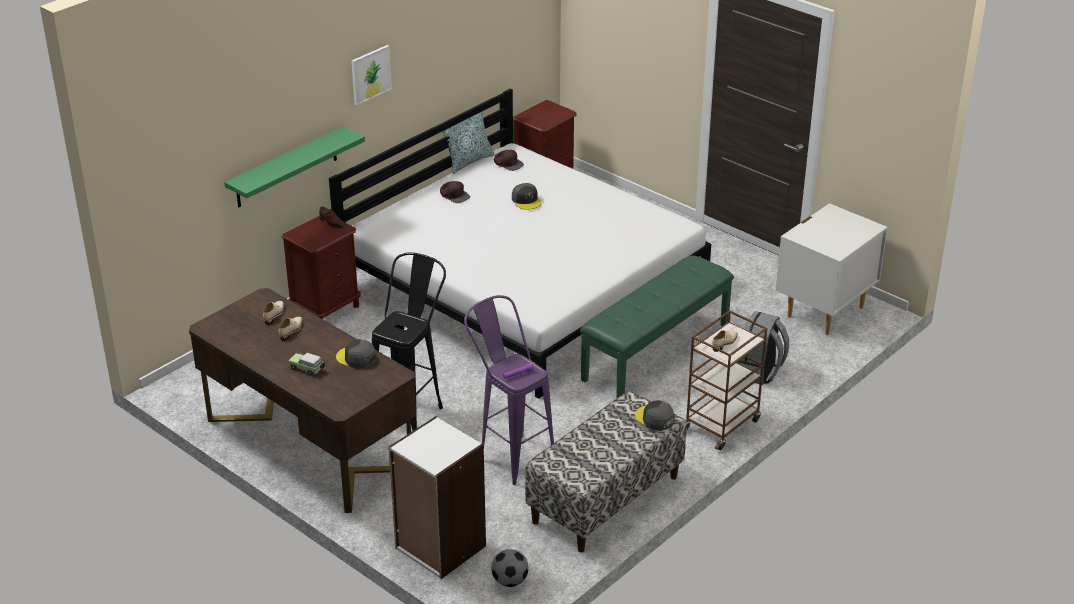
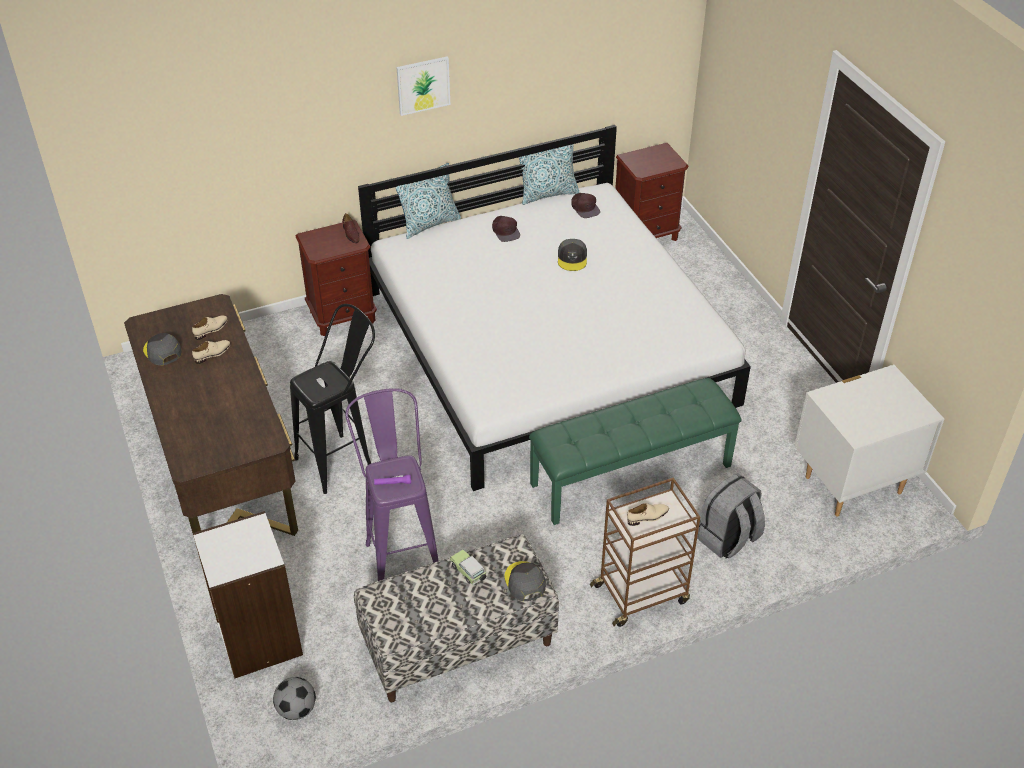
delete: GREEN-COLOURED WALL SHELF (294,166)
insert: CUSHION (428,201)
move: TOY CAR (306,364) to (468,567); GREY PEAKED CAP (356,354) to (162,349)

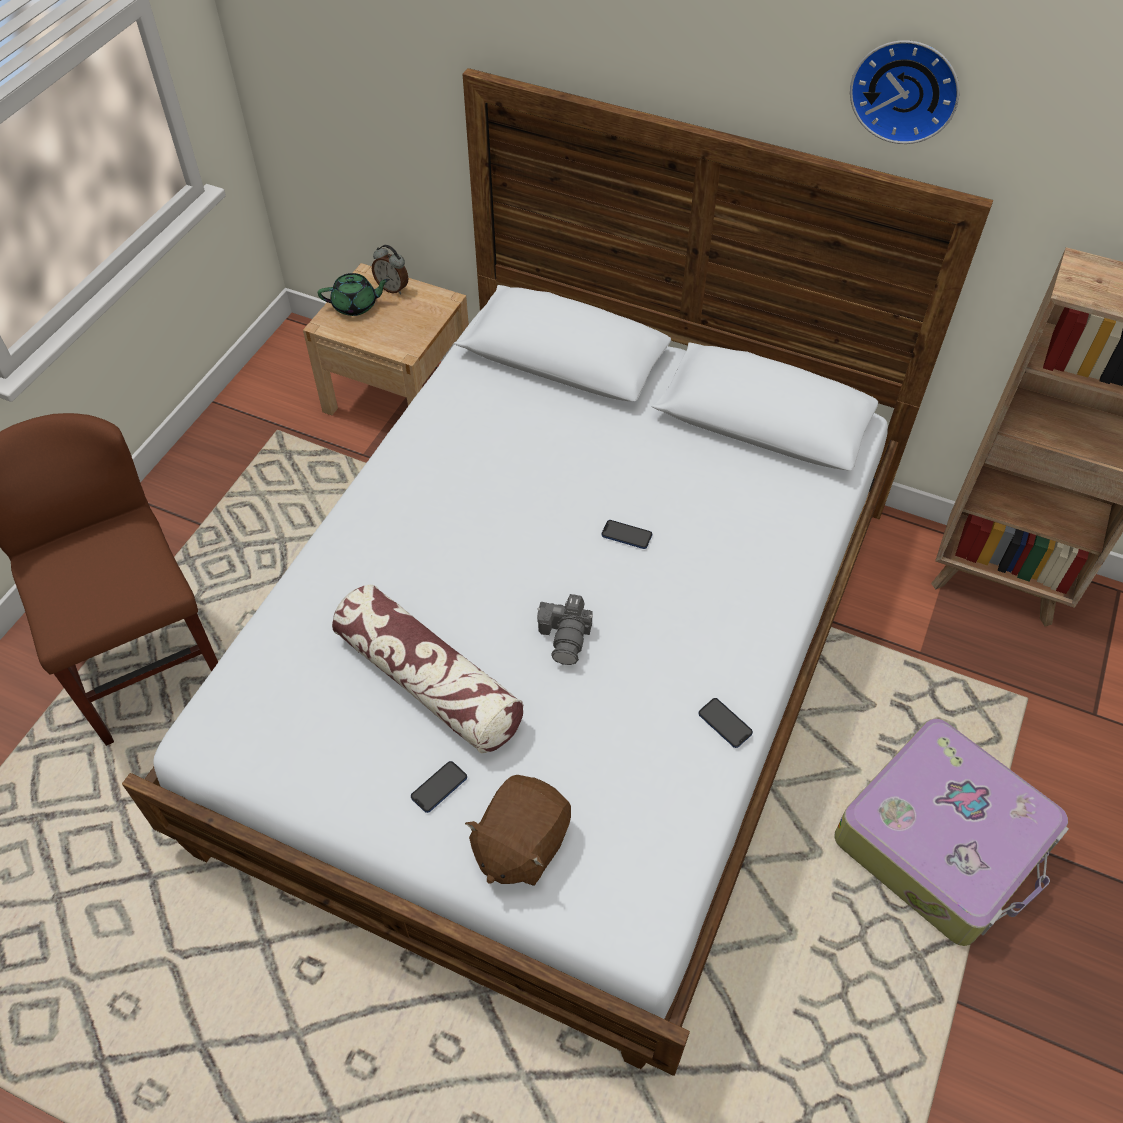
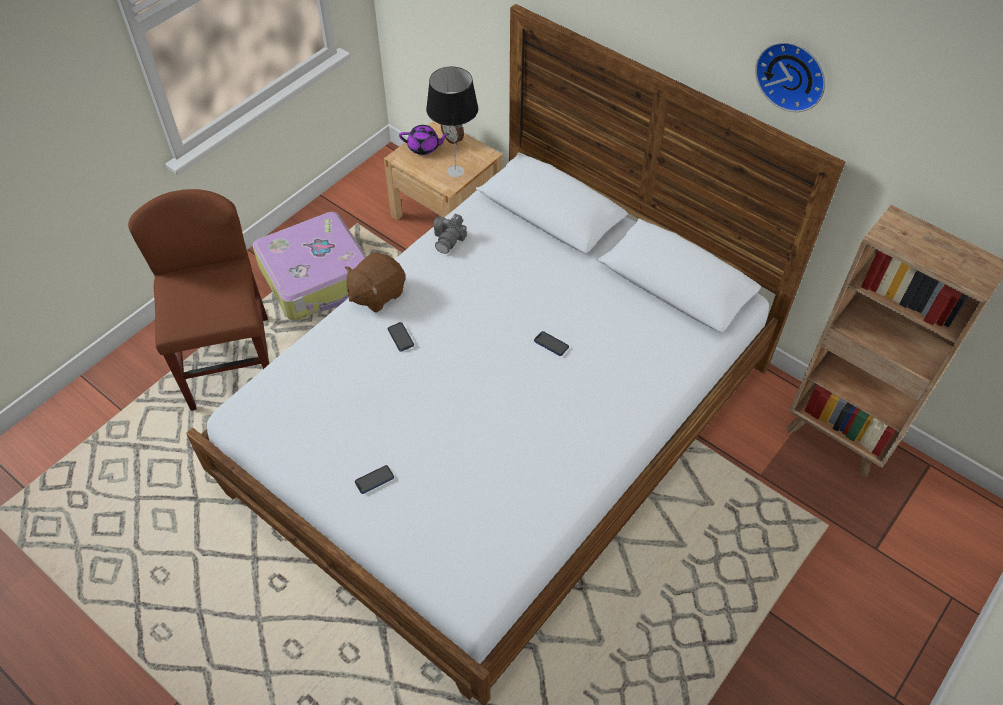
delete: CUSHION (427,668)
insert: TABLETOP LAMP (452,122)
move: BROWN PLUSH TOY (518,830) to (375,282); PHOTO CAMERA (565,629) to (450,234); HANDSET (725,723) to (401,337); SUITCASE (951,832) to (309,266)
recolor: GREEN-COLOURED TEAPOT (354,294) to PURPLE TEAPOT (424,140)

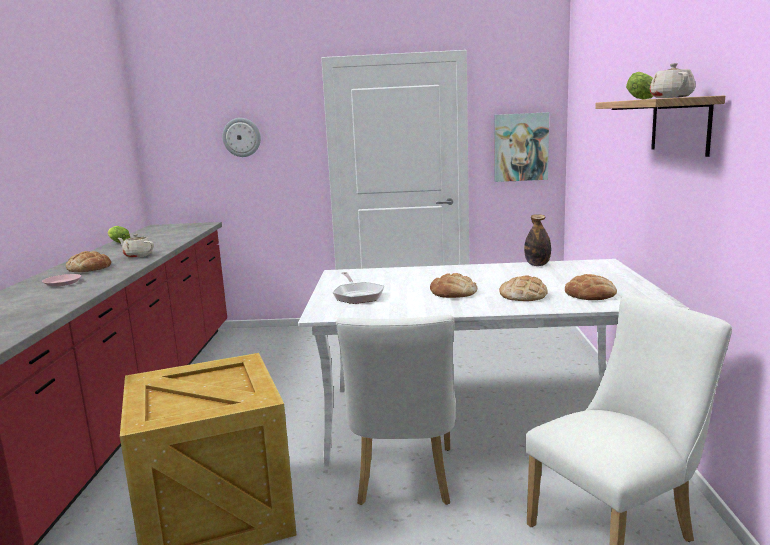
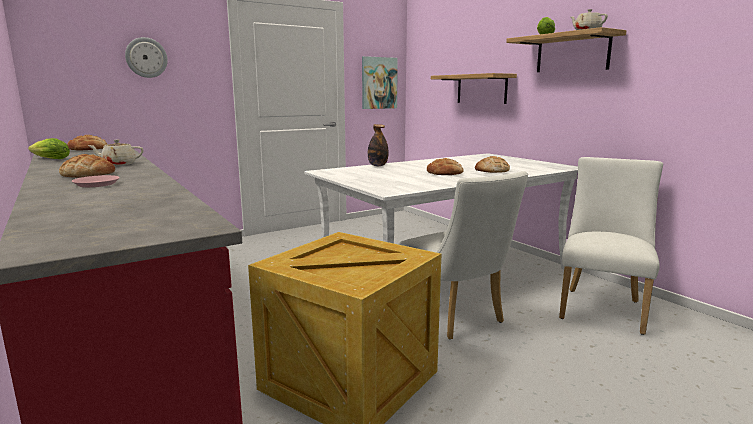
delete: SKILLET (358,288)
insert: WALL SHELF (474,88)
move: DRINK BOTTLE (537,240) to (378,145); BREAD (591,287) to (87,142)

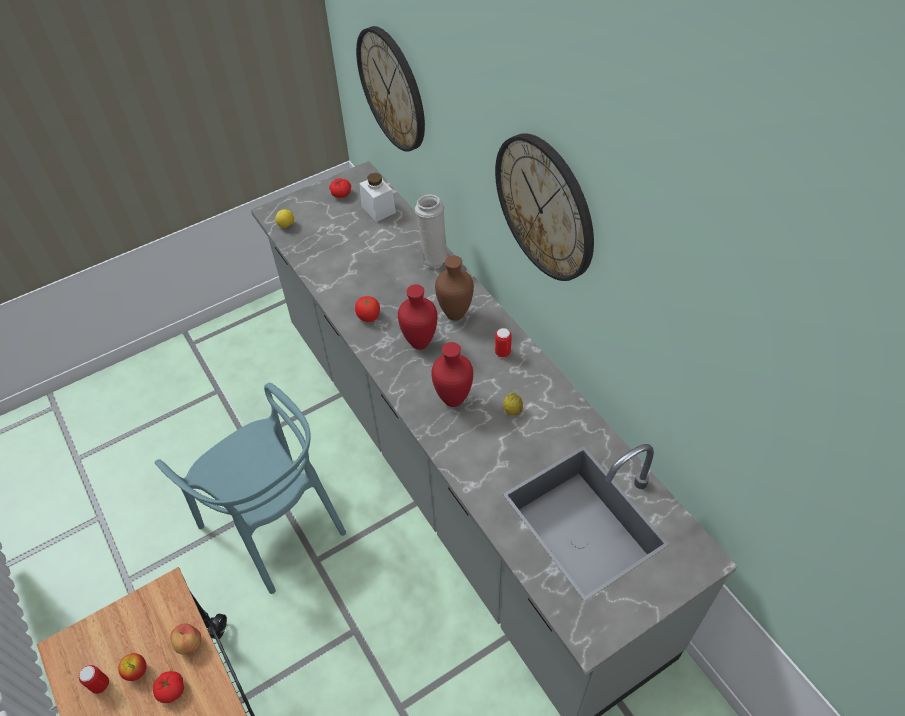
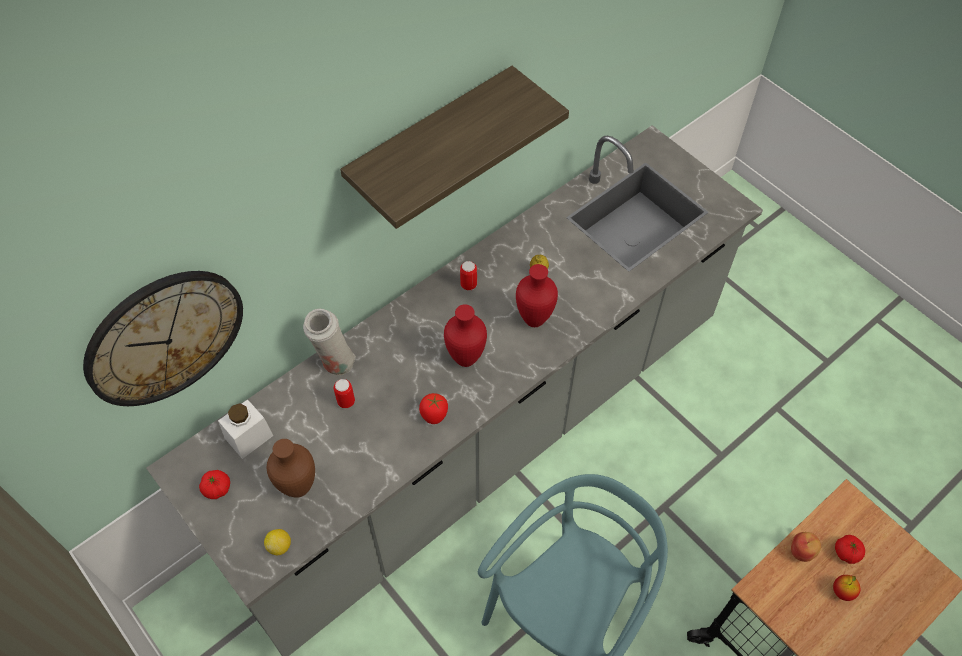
move: SEALED CAN (94,679) to (344,393); BROWN FLOWER VASE (454,288) to (291,468)
replace: CLOCK ON THE WALL (544,207) to WALL SHELF (454,147)

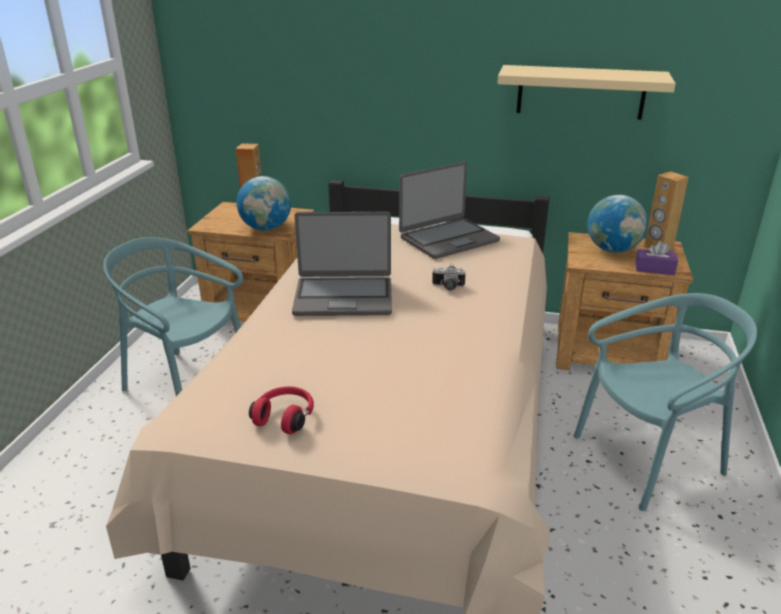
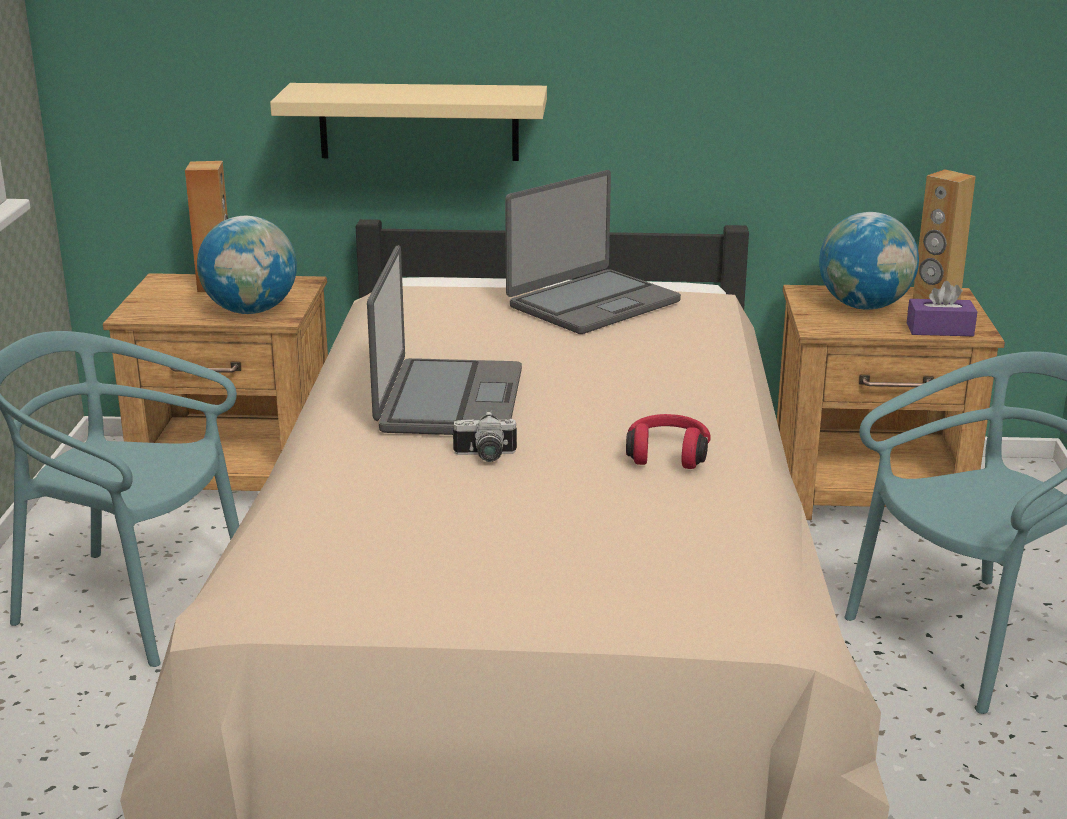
move: REDDISH PAIR OF HEADPHONES (281,410) to (668,441); PHOTO CAMERA (448,277) to (485,436); BEIGE-COLOURED WALL SHELF (586,92) to (408,122)
rotate: PORTABLE COMPUTER (342,264) = (444,340) 75 degrees counterclockwise

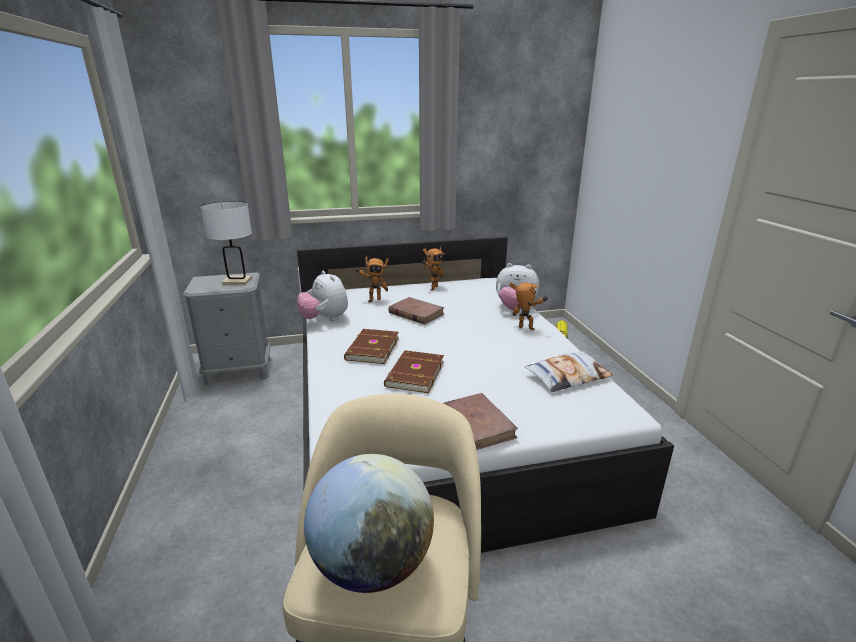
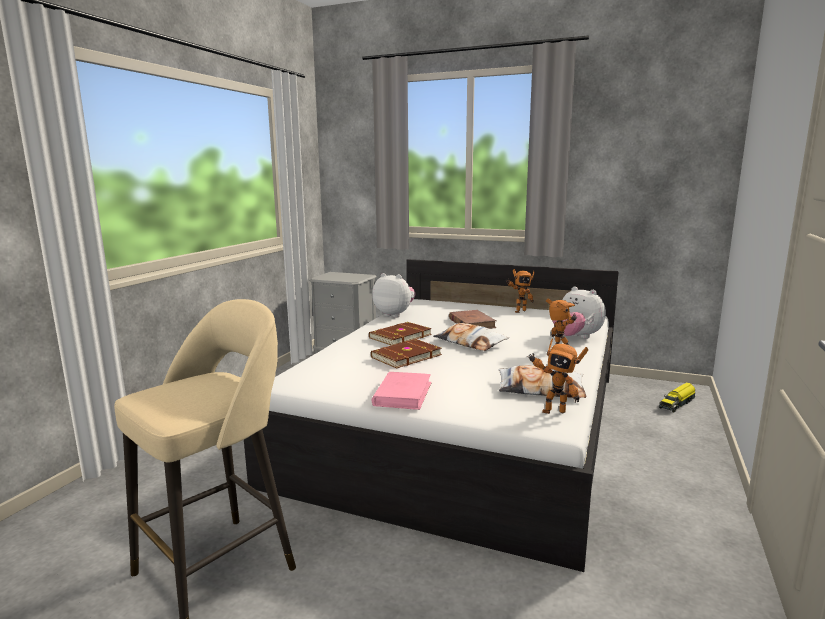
delete: WHITISH TABLETOP LAMP (226,243); WORLD GLOBE (369,523)
insert: CUSHION (471,337)
move: MODEL ROBOT (372,279) to (557,376)
recolor: BROWN BOOK (480,421) to PINKISH BOOK (402,391)
rotate: PLUSH TOY (322,296) = (393,295) 120 degrees clockwise

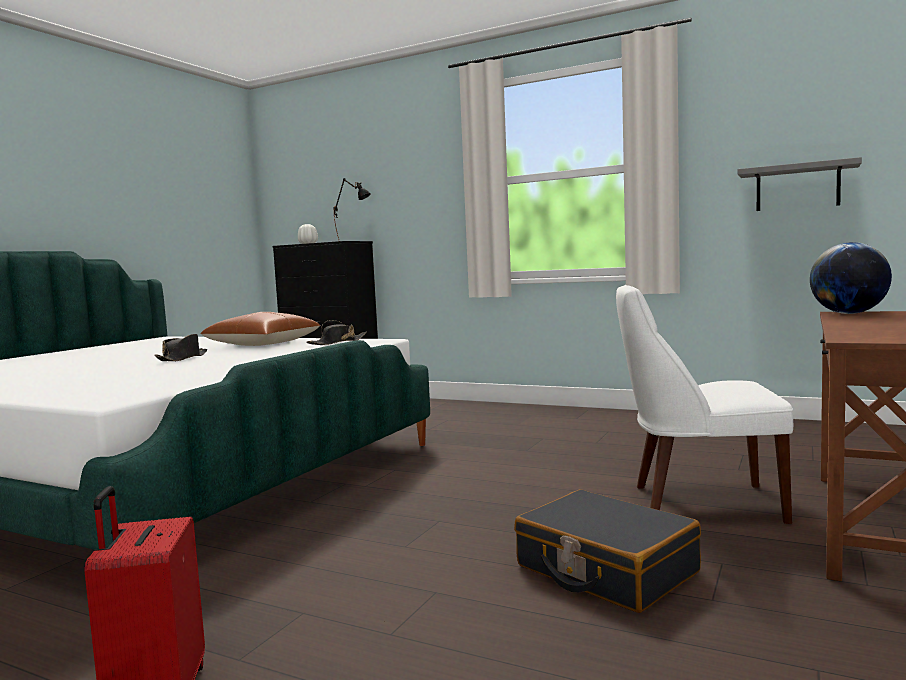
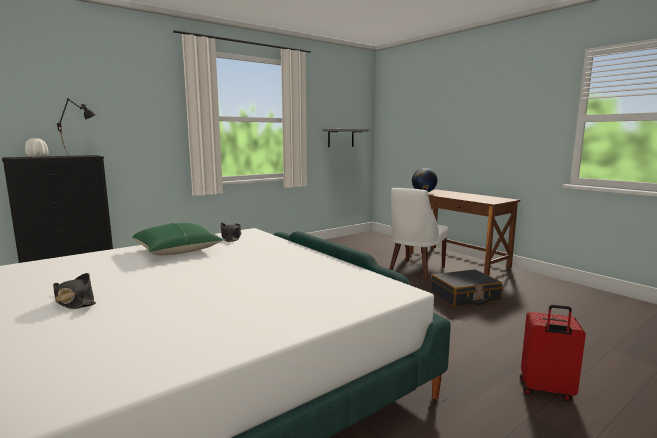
move: BLACKISH CLOTHING HAT (181,347) to (74,291)
recolor: BROWN CUSHION (260,329) to GREEN-COLOURED CUSHION (178,239)

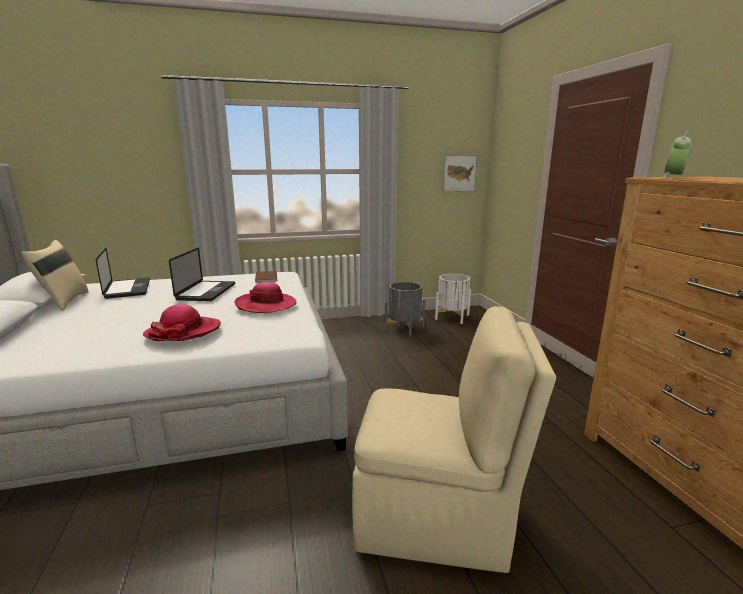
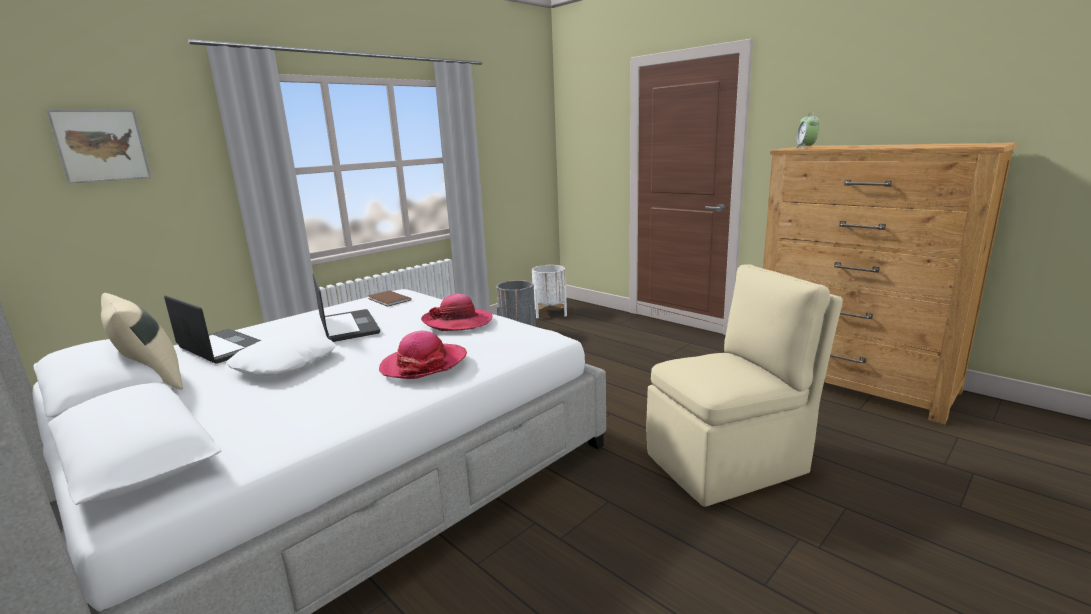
insert: WHITISH CUSHION (281,354)
move: WALL ART (460,173) to (99,146)

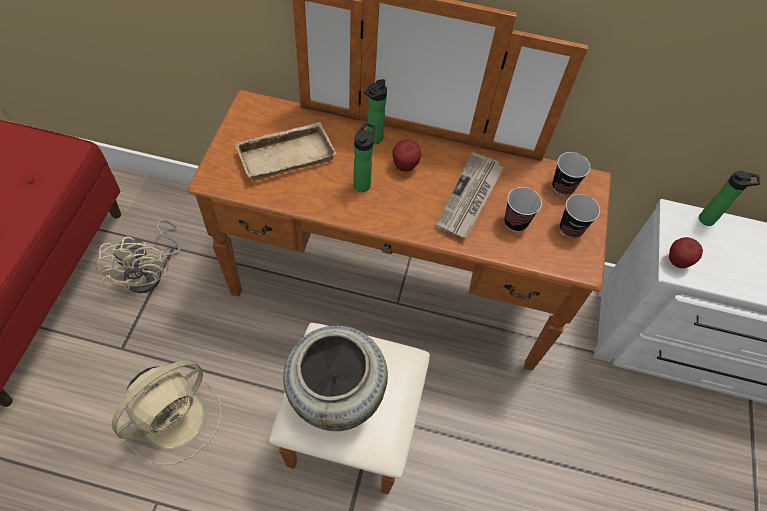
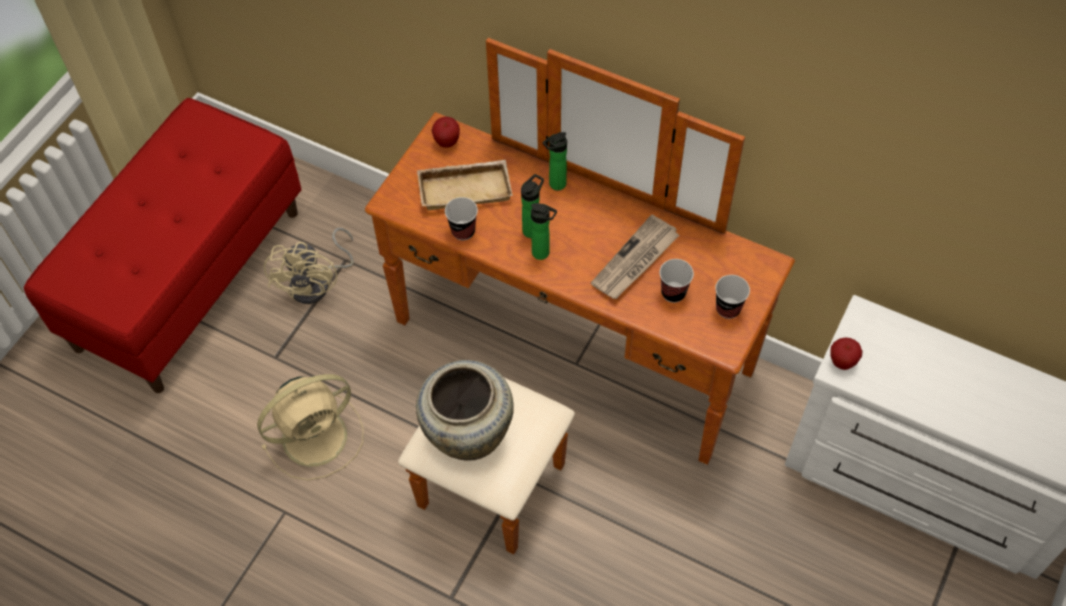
move: APPLE (407,155) to (446,132); CUP (571,174) to (461,218); DRINK BOTTLE (729,198) to (544,231)

